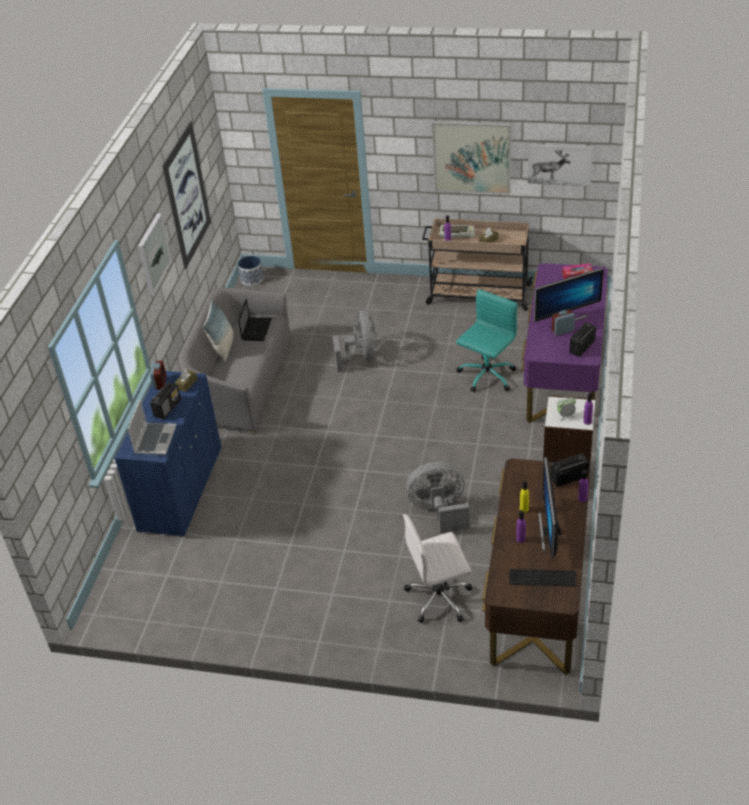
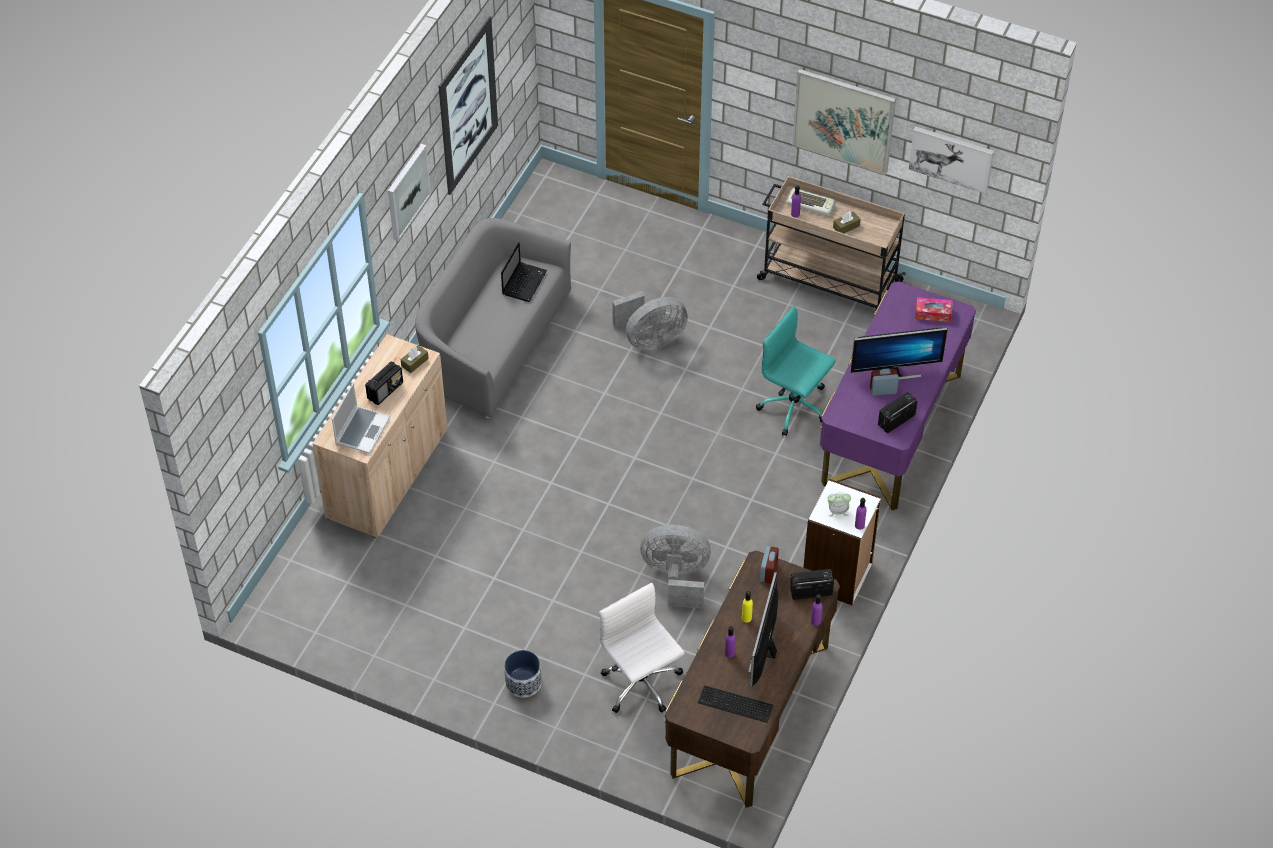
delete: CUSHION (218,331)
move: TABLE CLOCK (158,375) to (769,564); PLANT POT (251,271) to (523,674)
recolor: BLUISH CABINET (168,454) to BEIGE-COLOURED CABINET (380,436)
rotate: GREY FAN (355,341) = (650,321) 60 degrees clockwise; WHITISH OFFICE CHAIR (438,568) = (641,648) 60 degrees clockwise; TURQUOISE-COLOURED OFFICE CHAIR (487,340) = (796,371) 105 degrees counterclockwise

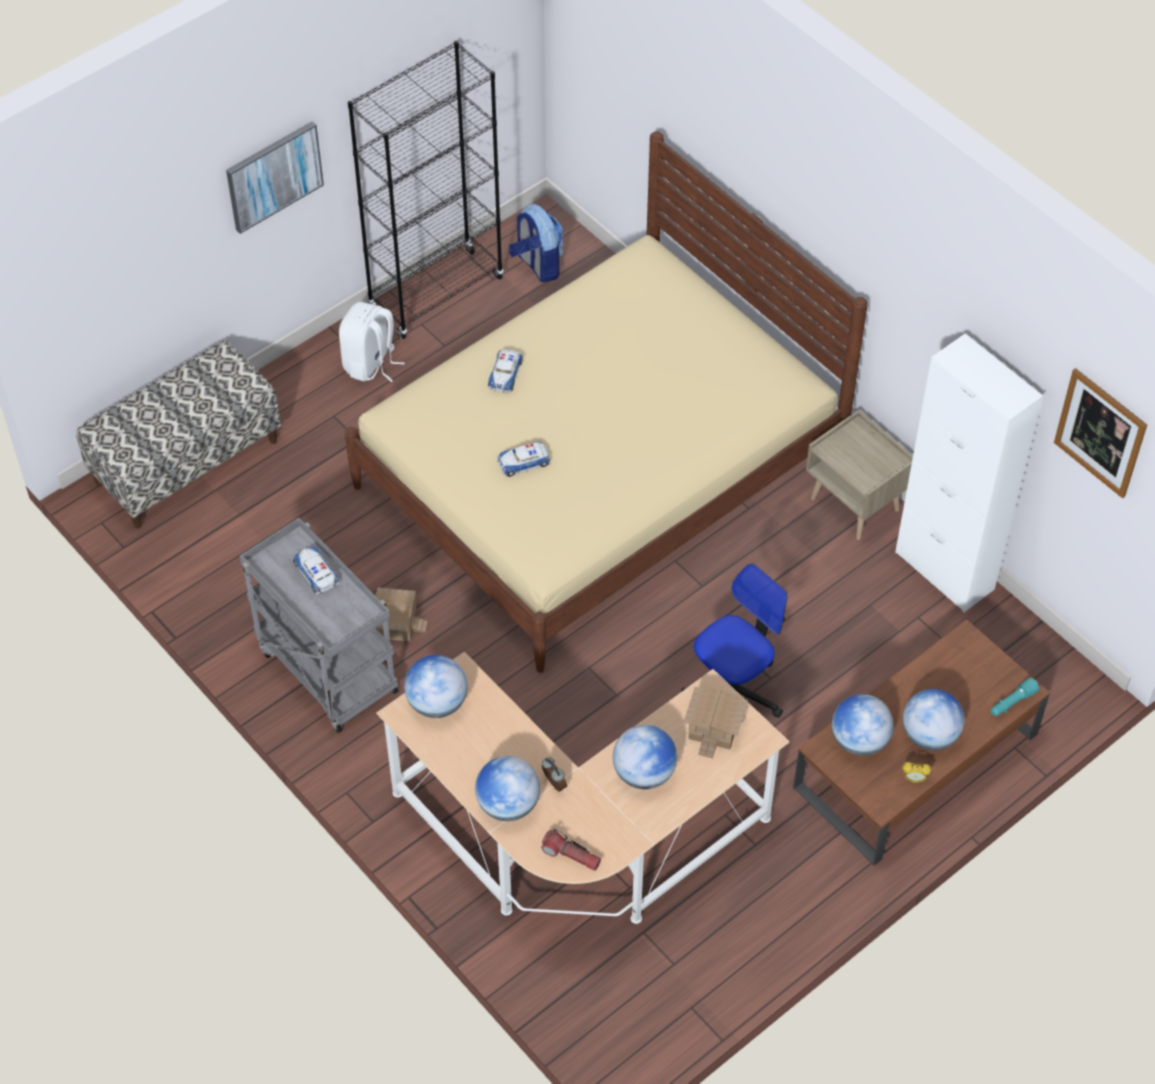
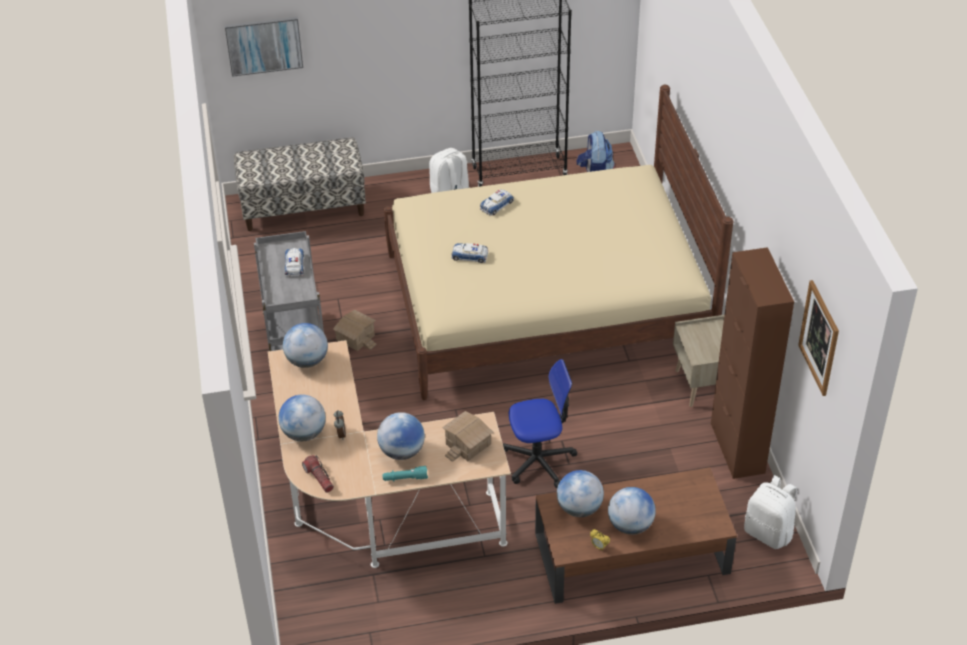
insert: WHITISH BACKPACK (770,512)
move: WALL ART (275,177) to (264,47); TURQUOISE-COLOURED TORCH (1015,696) to (405,474)
recolor: WHITISH CABINET (969,473) to BROWN CABINET (752,363)

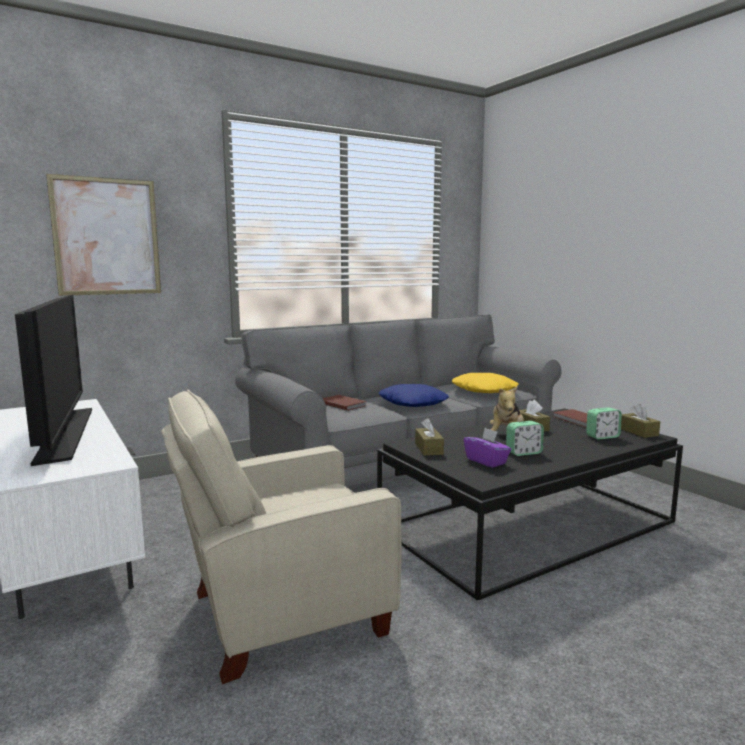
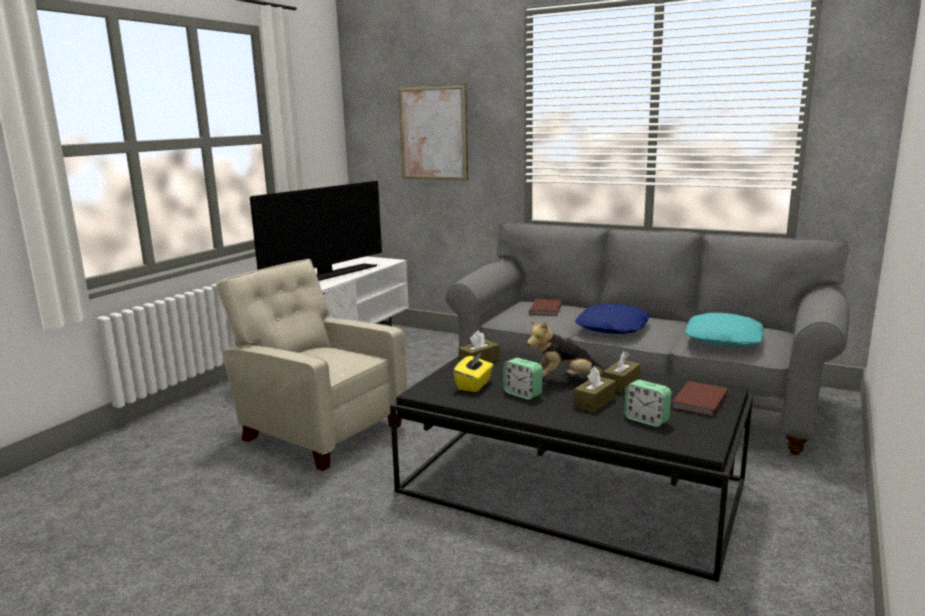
move: BROWN BOX OF TISSUES (640,421) to (595,389)
recolor: YELLOW-COLOURED CUSHION (485,383) to TURQUOISE-COLOURED CUSHION (724,329); PURPLE BOX OF TISSUES (487,448) to YELLOW-COLOURED BOX OF TISSUES (473,372)

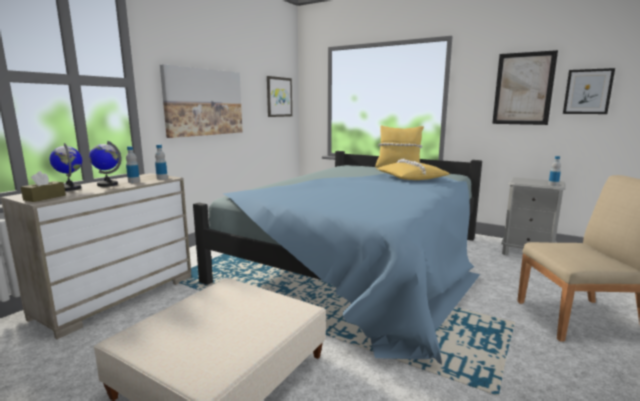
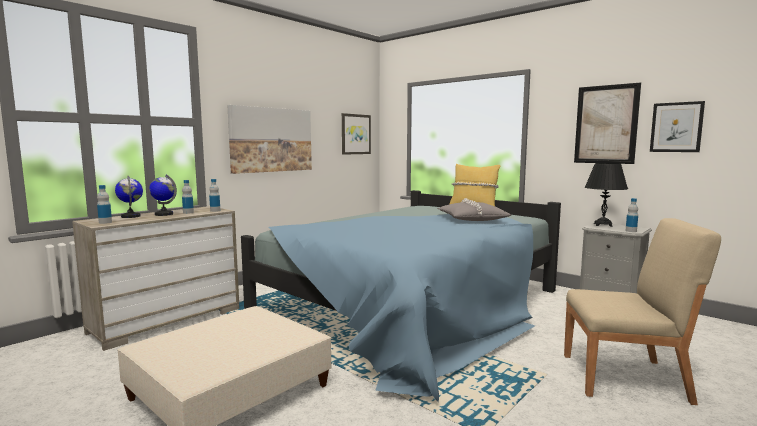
insert: BLACKISH TABLETOP LAMP (606,195)
replace: BROWN BOX OF TISSUES (43,186) to DRINK BOTTLE (104,204)
recolor: YELLOW-COLOURED CUSHION (413,169) to GREY CUSHION (474,209)

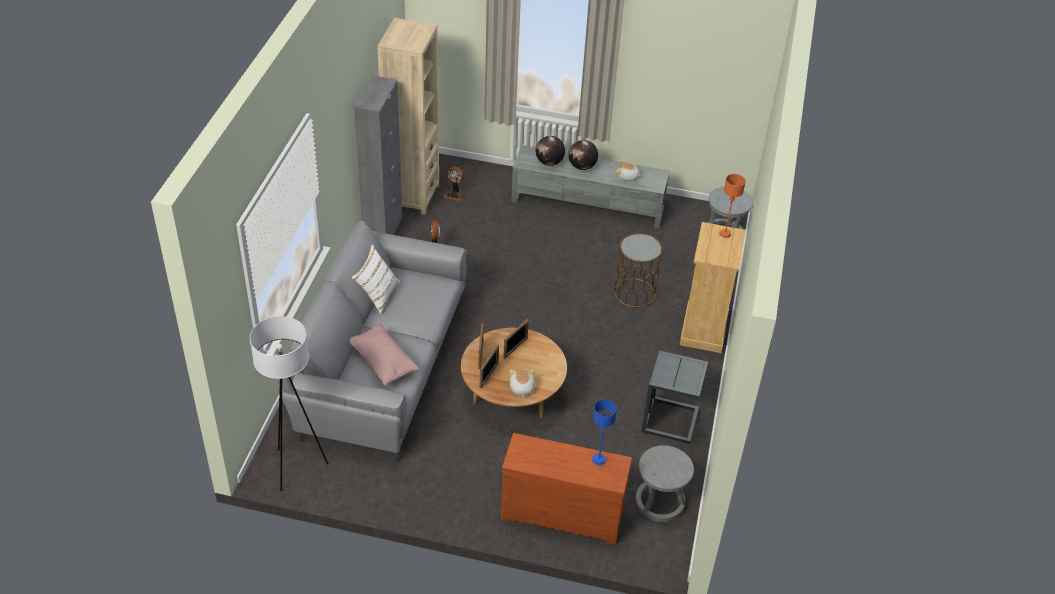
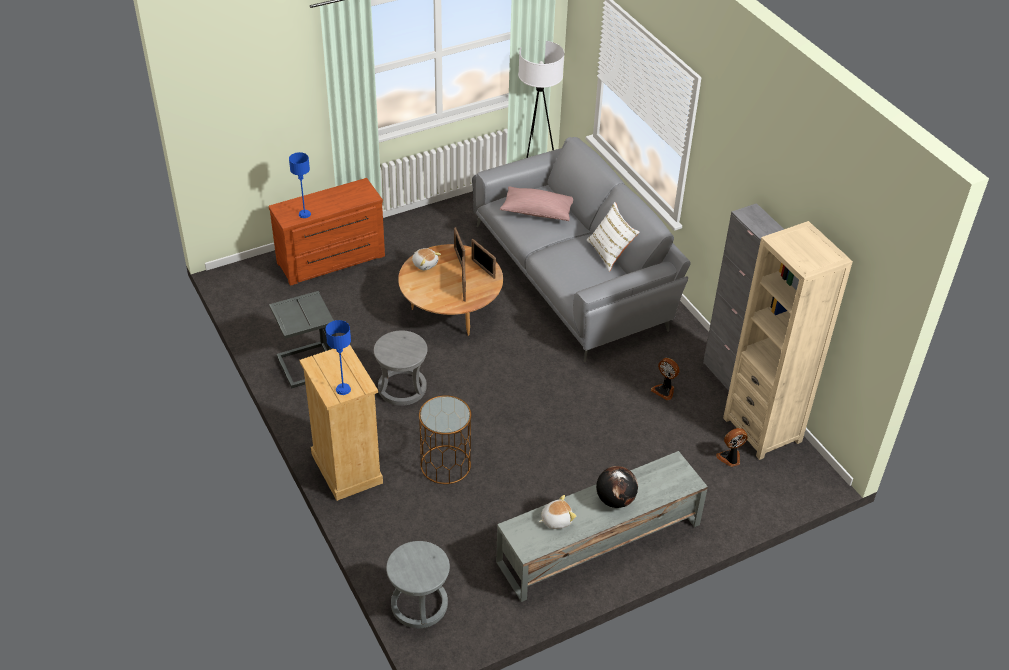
delete: WORLD GLOBE (550,151)
move: GREY STOOL SEAT (664,483) to (401,368)
recolor: ORANGE-COLOURED TABLETOP LAMP (732,206) to BLUISH TABLETOP LAMP (338,357)

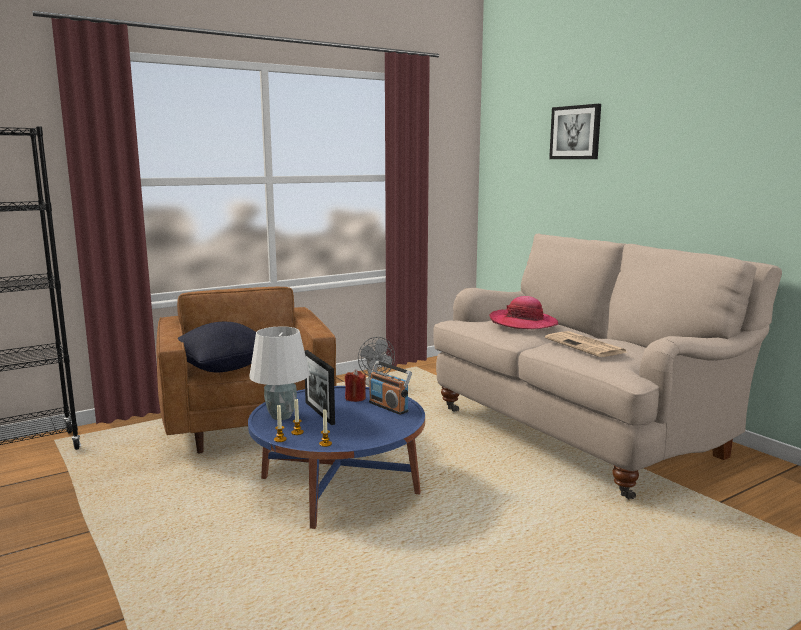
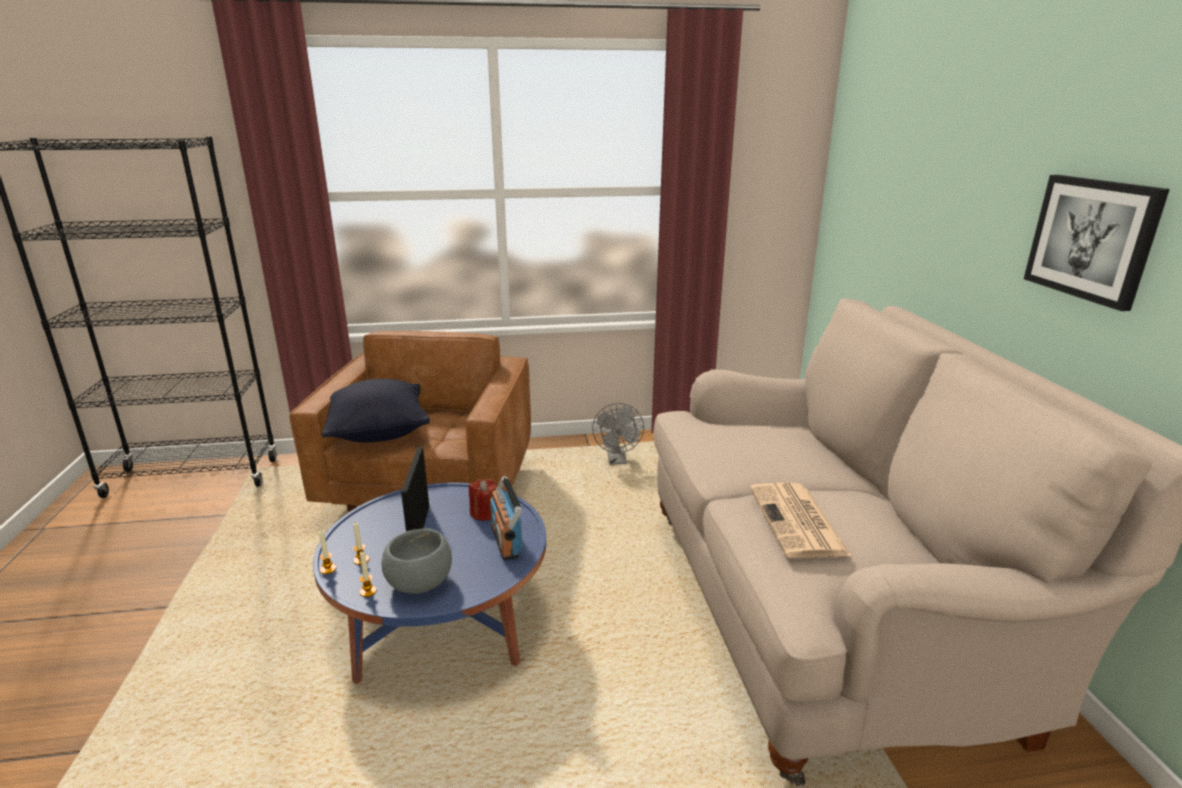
delete: WHITISH TABLETOP LAMP (279,373); CLOTHING HAT (523,312)
insert: GREY SERVING BOWL (417,561)
move: WALL ART (575,131) to (1097,243)

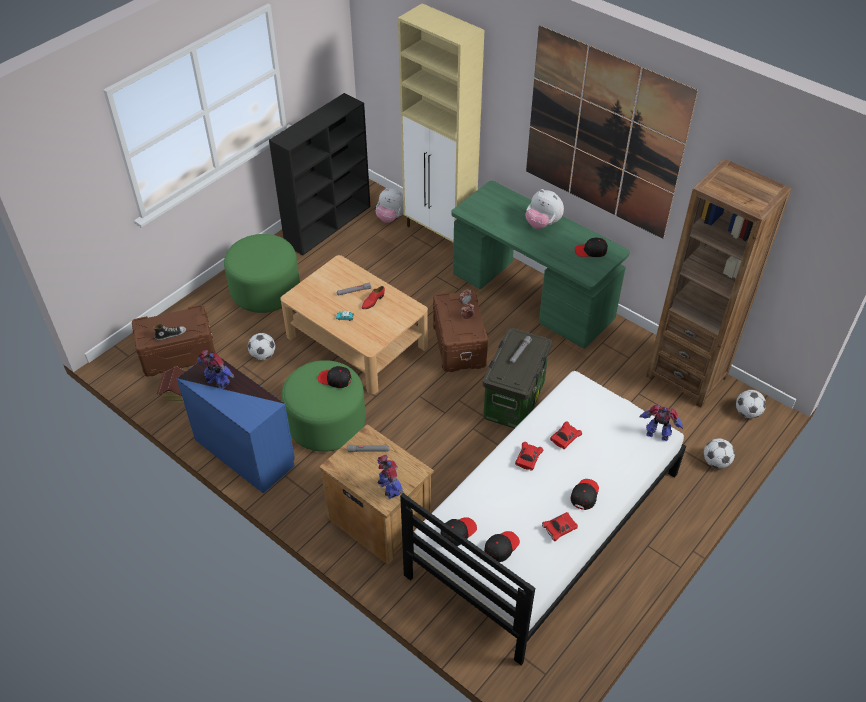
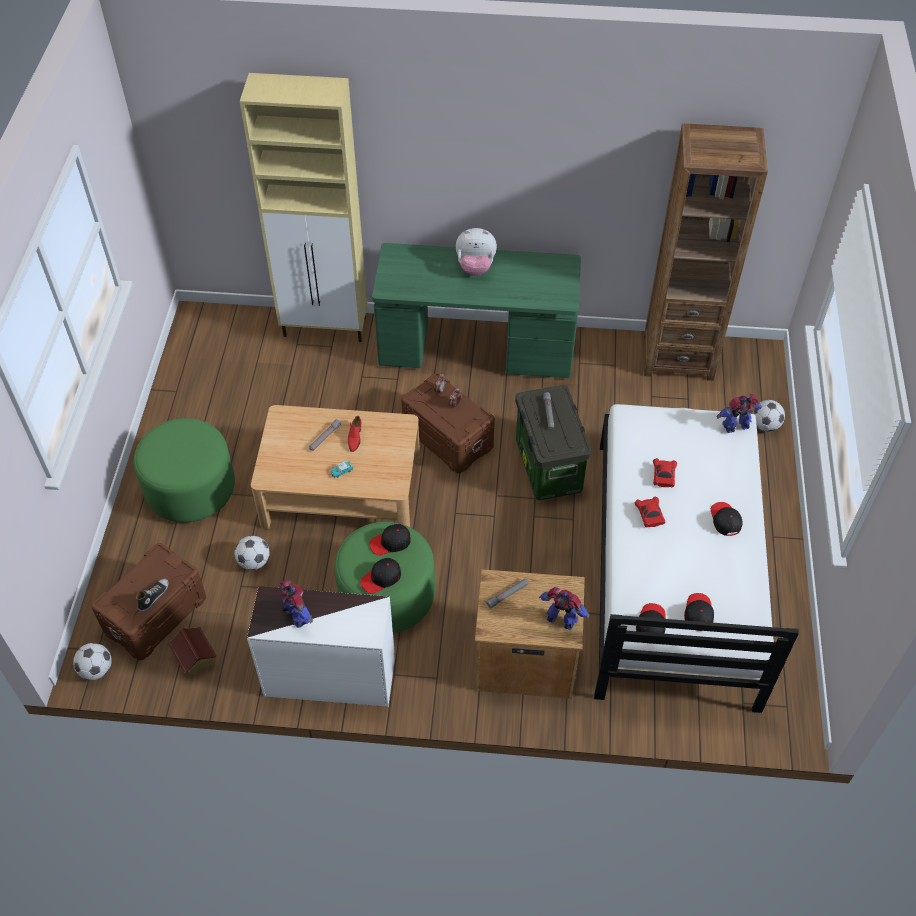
delete: BLACKISH SHELVING UNIT (319,174); PLUSH TOY (390,205); WALL ART (612,132); REDDISH TOY CAR (560,526)
move: BLACKISH PEAKED CAP (591,247) to (380,576); BALL FOR FOOTBALL (751,404) to (92,661)
recolor: BLUISH CHEST OF DRAWERS (236,422) to WHITISH CHEST OF DRAWERS (321,646)
rotate: MODEL ROBOT (215,369) = (296,603) 60 degrees clockwise

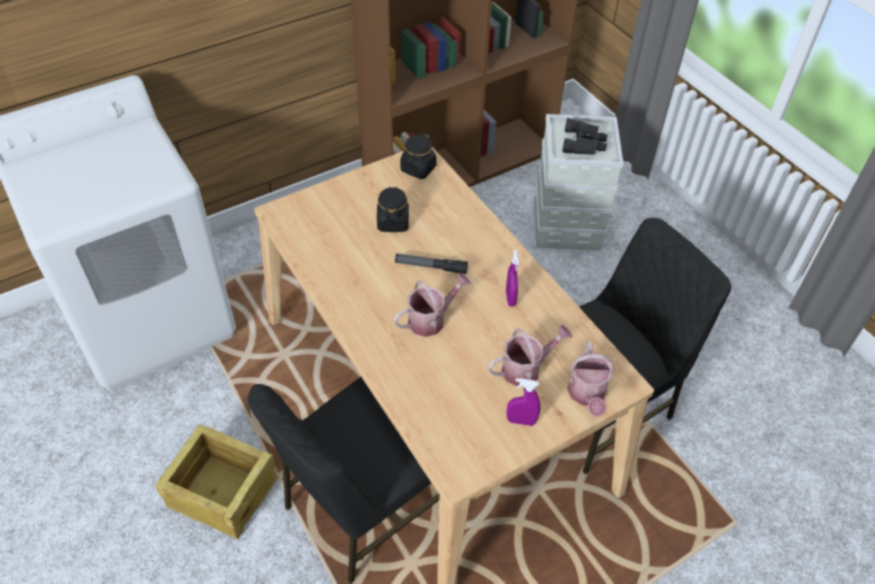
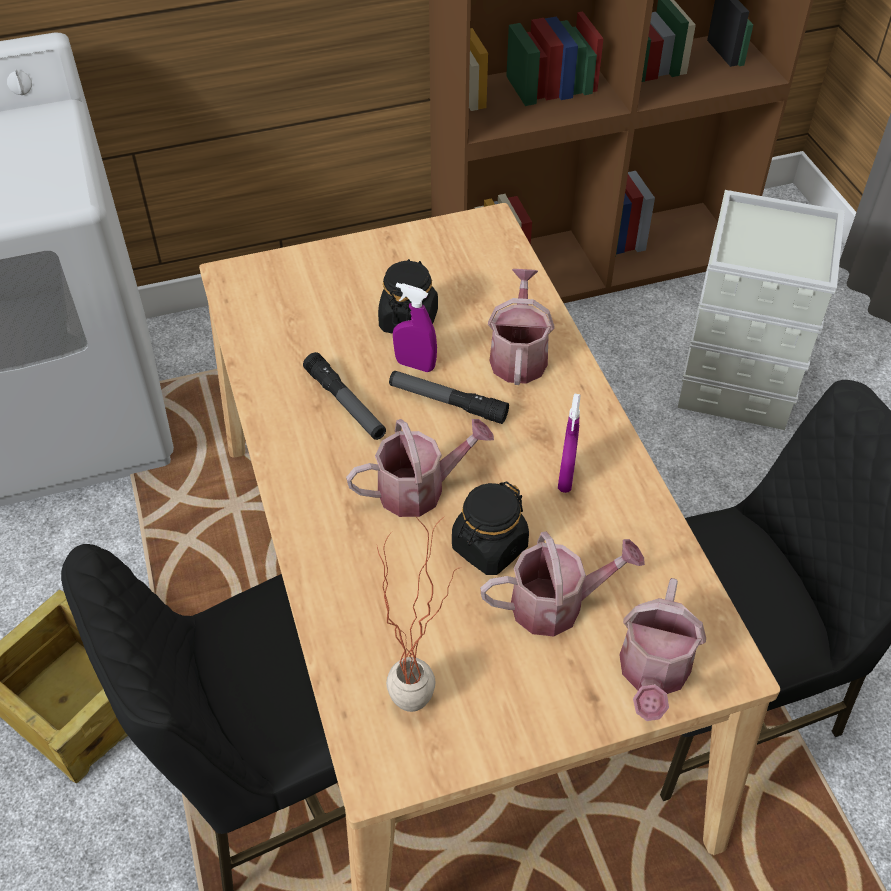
delete: BLACKISH PAIR OF BINOCULARS (585,136)
insert: TORCH (344,396); POTTED PLANT (419,612); WATERING CAN (521,327)
move: BLACKISH JAR (418,156) to (490,528); PURPLE SPRAY BOTTLE (524,402) to (415,327)

